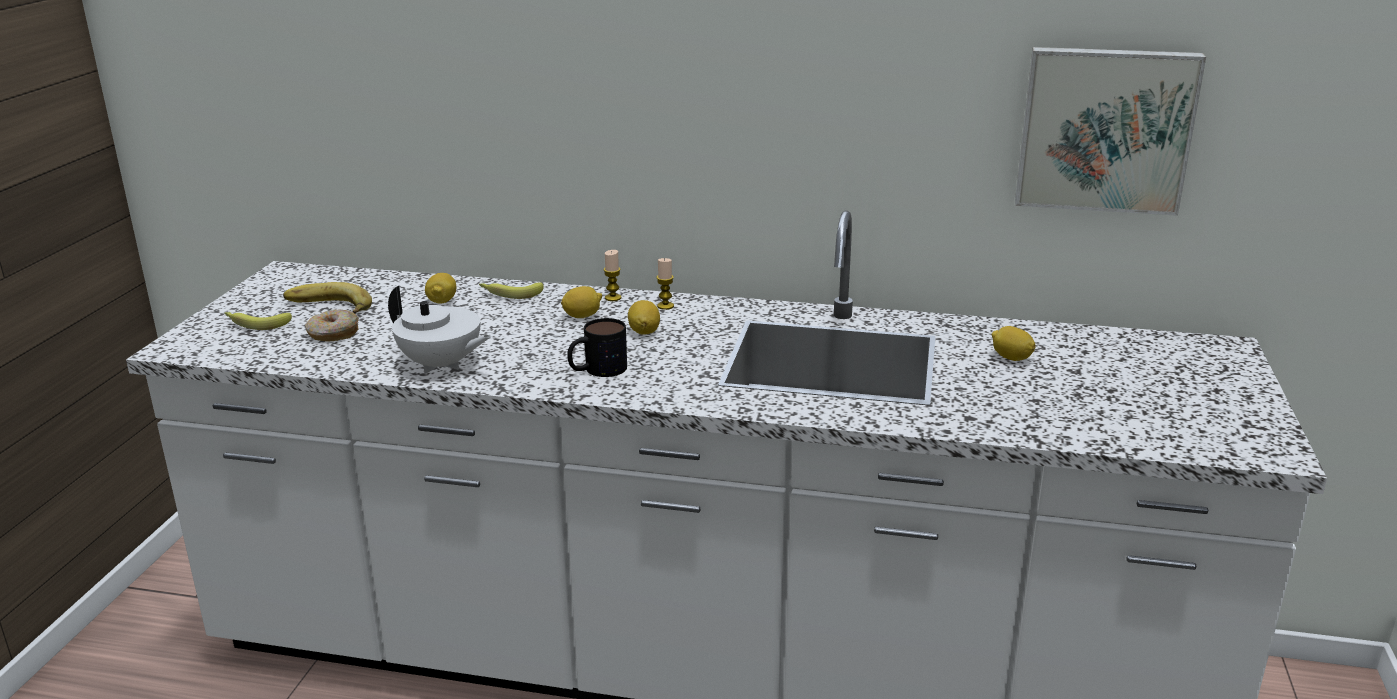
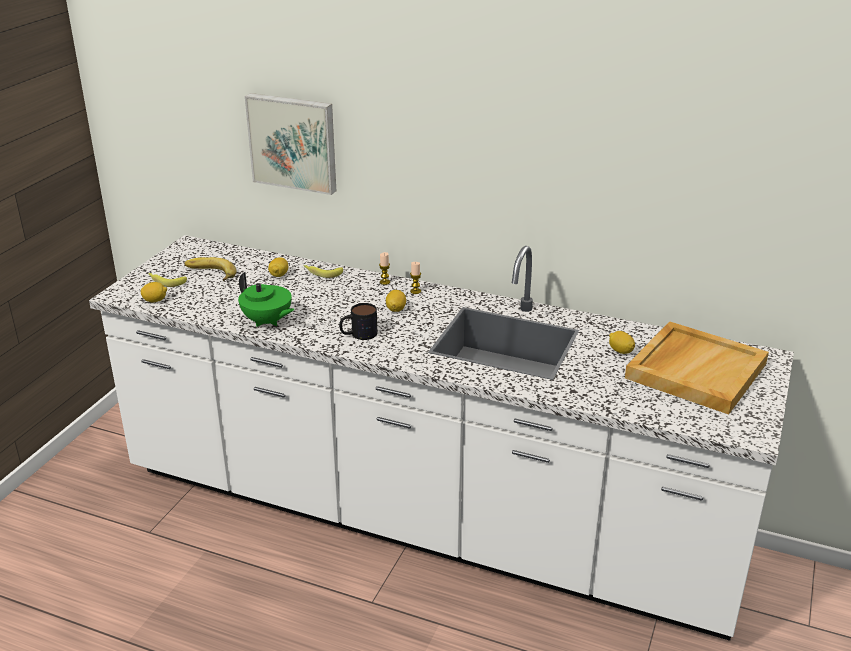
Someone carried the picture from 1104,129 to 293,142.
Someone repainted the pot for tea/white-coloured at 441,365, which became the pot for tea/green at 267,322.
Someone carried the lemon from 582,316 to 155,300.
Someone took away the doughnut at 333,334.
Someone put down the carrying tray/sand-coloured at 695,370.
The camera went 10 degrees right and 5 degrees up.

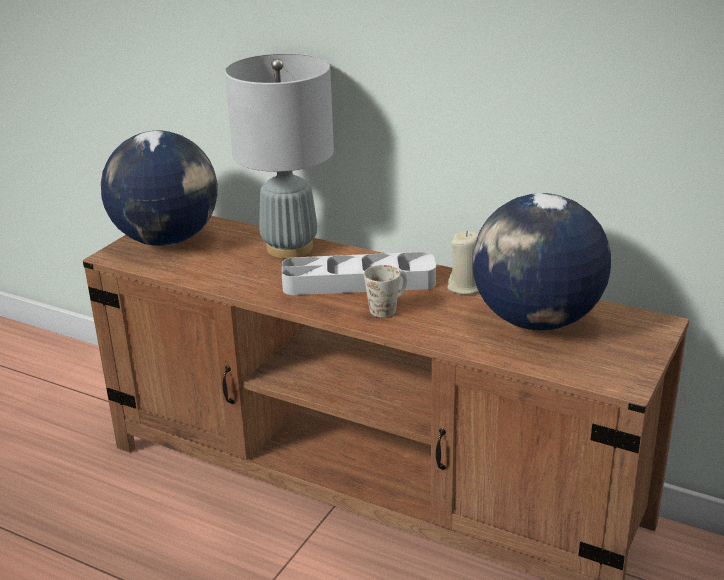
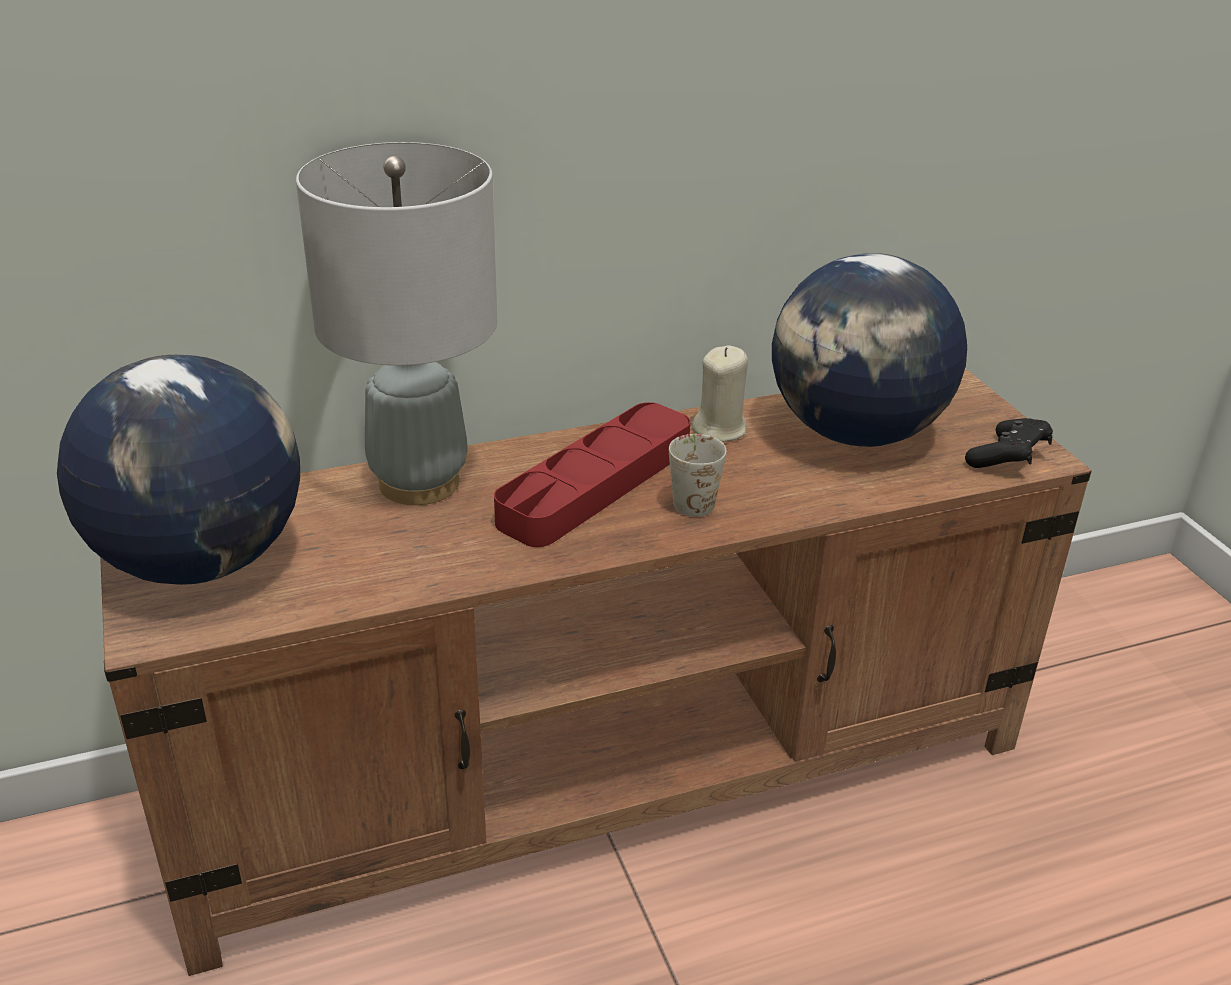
Someone repainted the carrying tray/grey at 359,282, which became the carrying tray/red-coloured at 596,483.
Someone put down the game controller/black at 1008,459.
The camera went 50 degrees left and 5 degrees up.

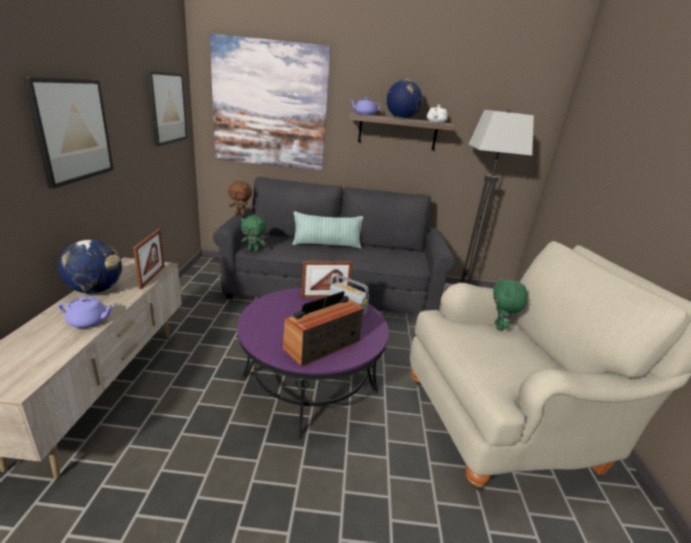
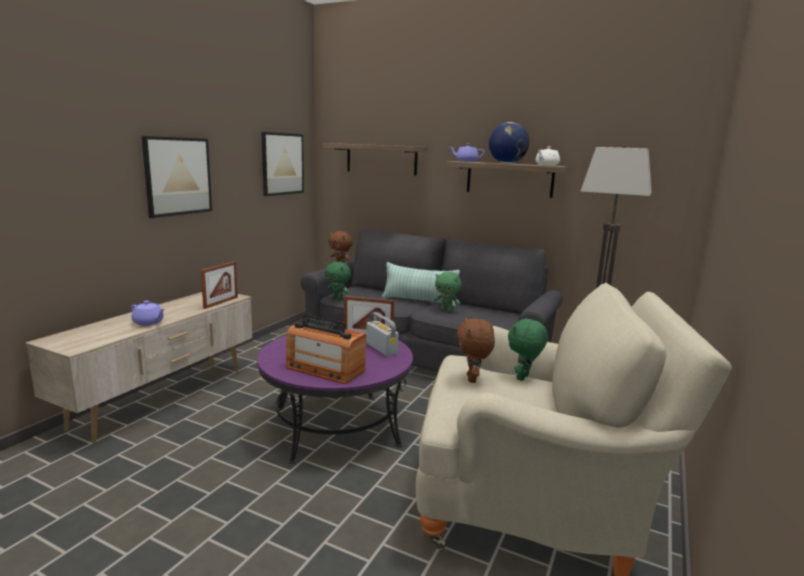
Someone swapped the picture at 270,106 for the bracket shelf at 381,159.
Someone took away the world globe at 96,290.
Someone rotated the radio receiver at 322,345 by 135 degrees counterclockwise.
Someone put down the soft toy/green at 446,310.
Someone put down the soft toy/brownish at 473,379.
The camera went 25 degrees right and 10 degrees down.

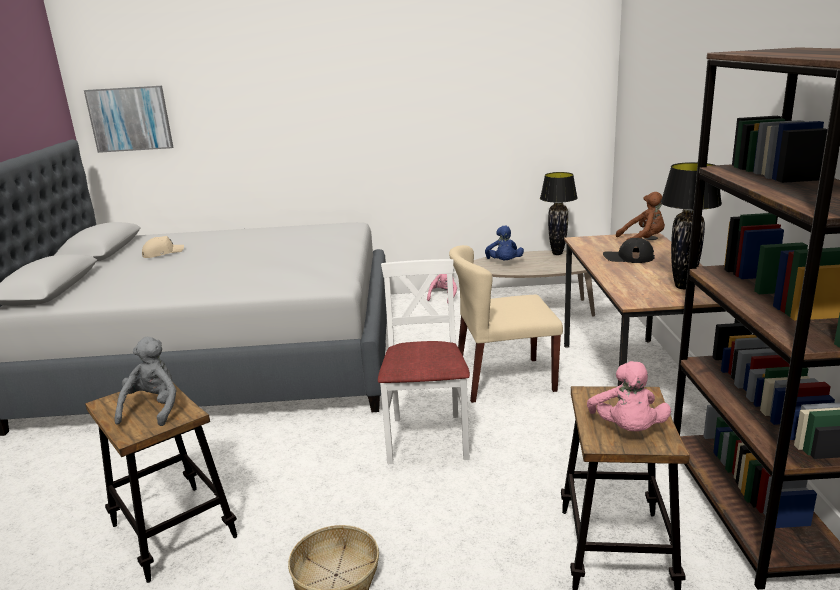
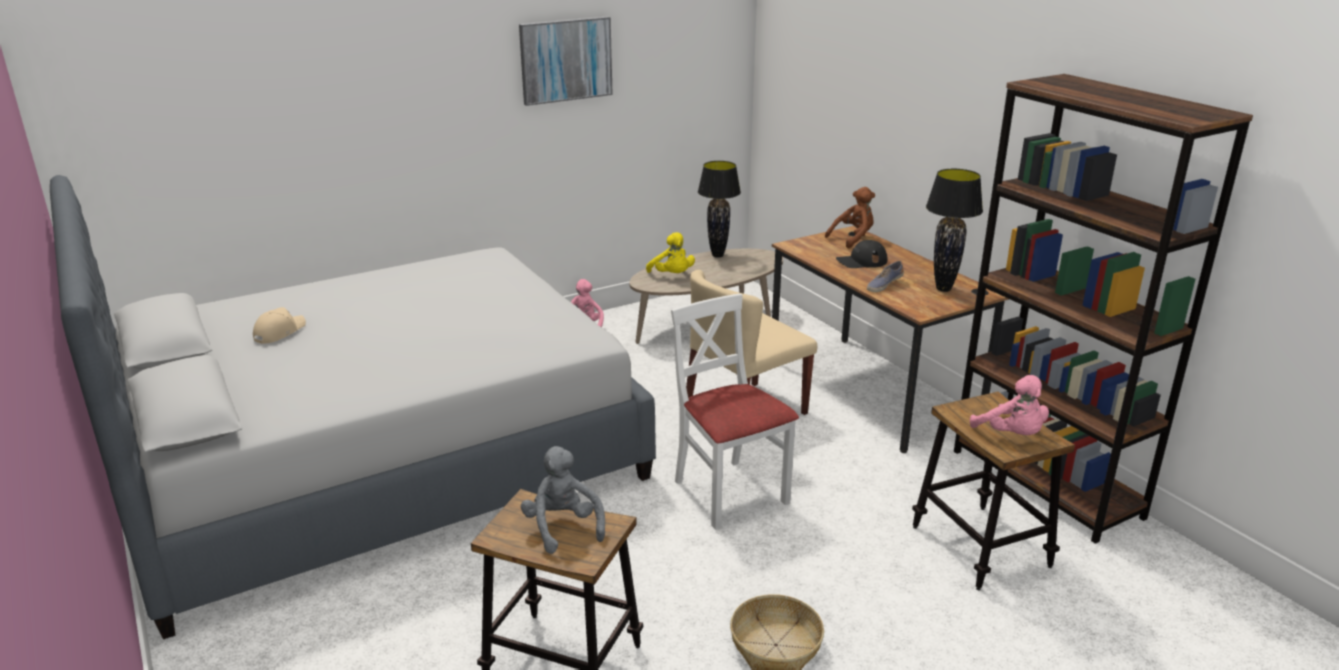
Someone carried the picture from 130,119 to 566,60.
Someone repainted the soft toy/bluish at 504,263, which became the soft toy/yellow-coloured at 672,275.
Someone put down the shoe at 884,285.
The camera went 30 degrees left and 5 degrees up.

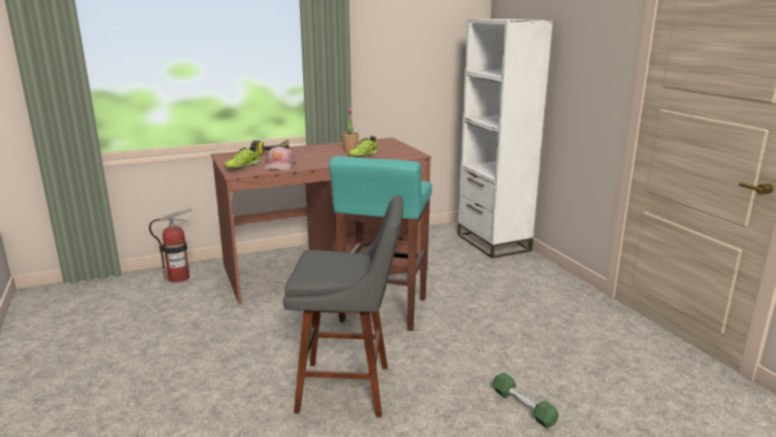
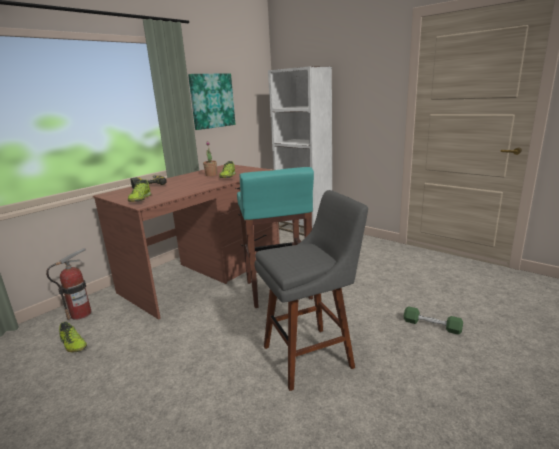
Someone took away the cap/pinkish at 279,166.
Someone put up the picture at 212,101.
Someone put down the shoe at 73,344.
The camera went 25 degrees left and 0 degrees up.

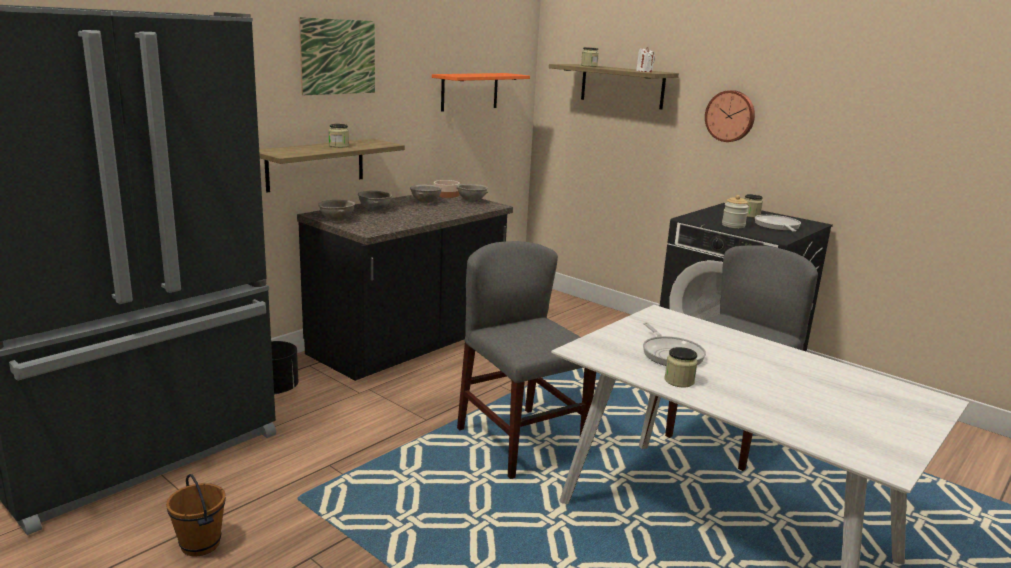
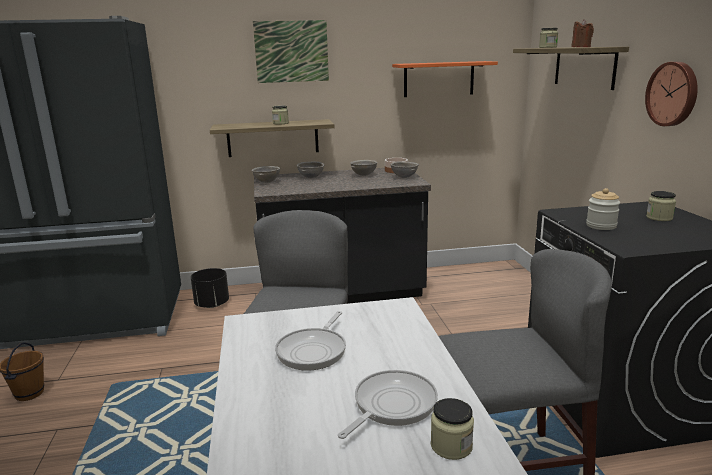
Someone repainted the wax candle/white-coloured at 644,71, which became the wax candle/brownish at 581,47.
Someone carried the pan from 777,227 to 391,405.
Someone carried the preserve jar from 679,381 to 451,446.
The camera went 40 degrees right and 0 degrees up.

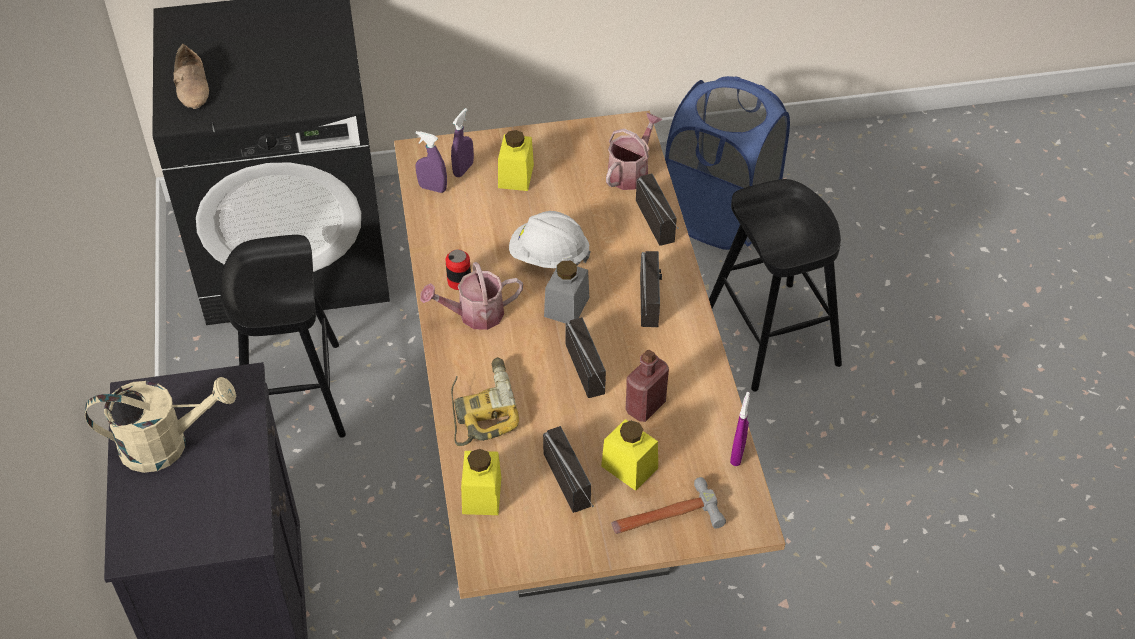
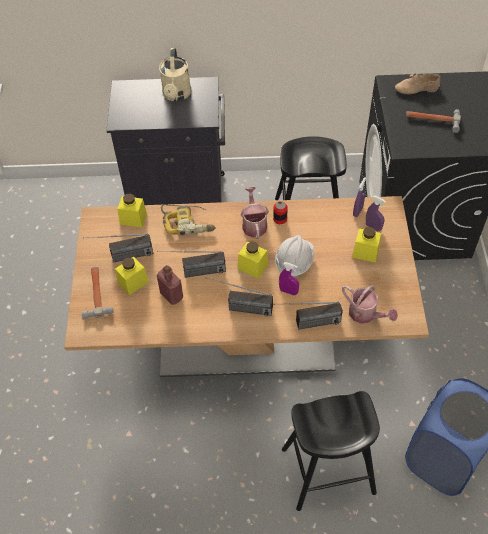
Someone repainted the preserve jar/grey at 566,307, which became the preserve jar/yellow-coloured at 252,267.
Someone carried the hand sprayer/purple from 737,454 to 288,291.
Someone put down the hand hammer at 432,120.
The camera went 100 degrees right and 5 degrees up.

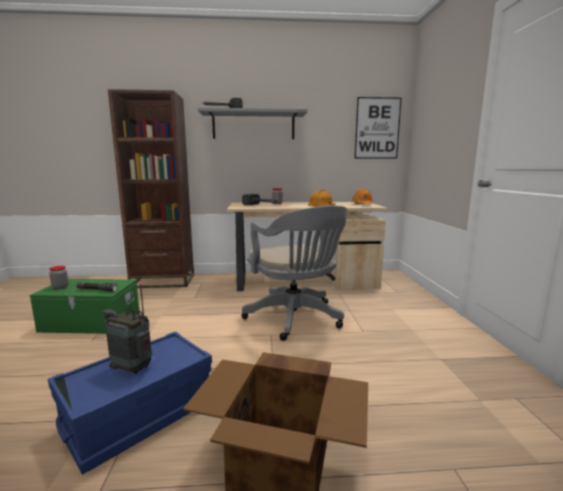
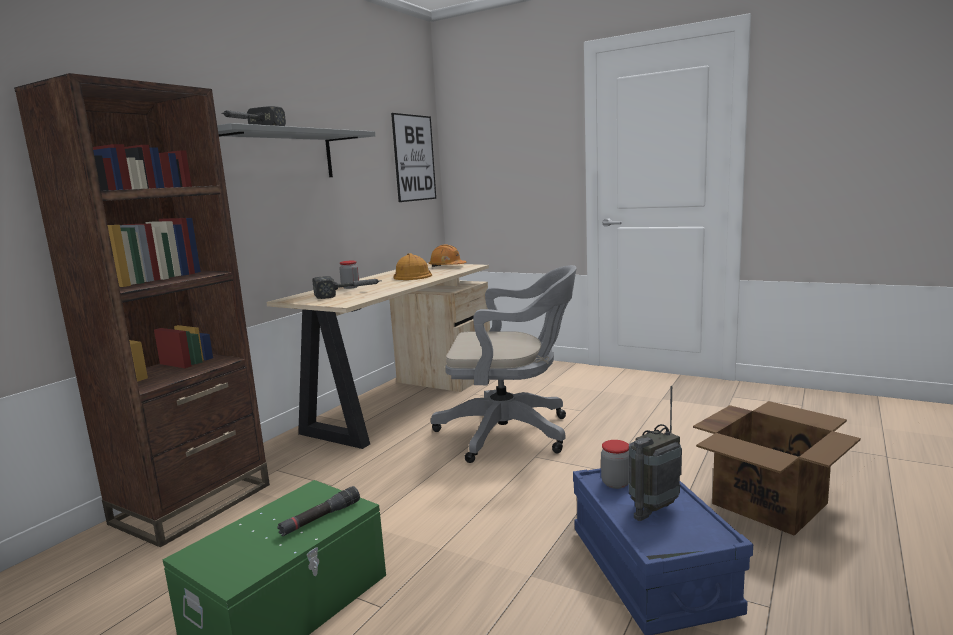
Someone carried the preserve jar from 60,287 to 616,483.
The camera went 55 degrees left and 0 degrees up.

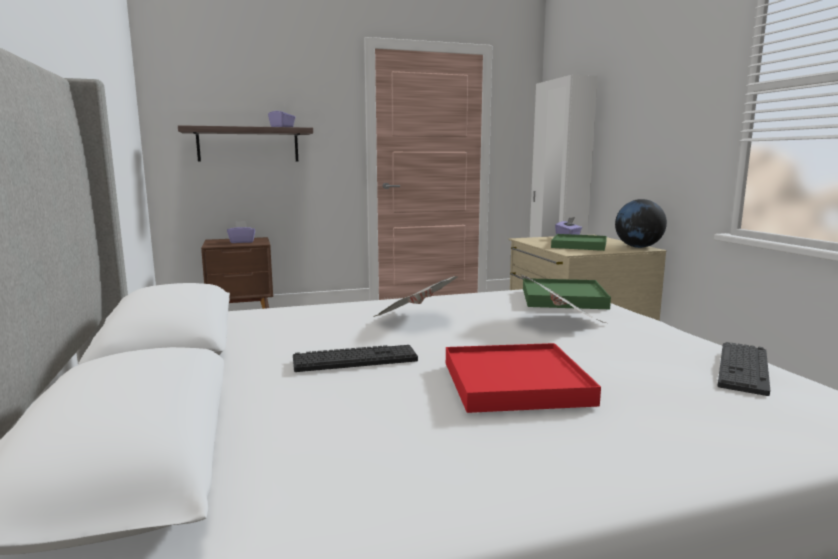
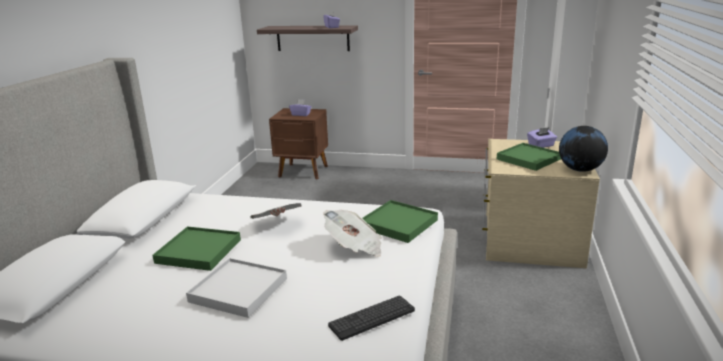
Someone repainted the carrying tray/red-coloured at 515,383, which became the carrying tray/white-coloured at 238,290.
Someone swapped the computer keyboard at 355,359 for the carrying tray/green at 198,251.
The camera went 30 degrees right and 10 degrees up.

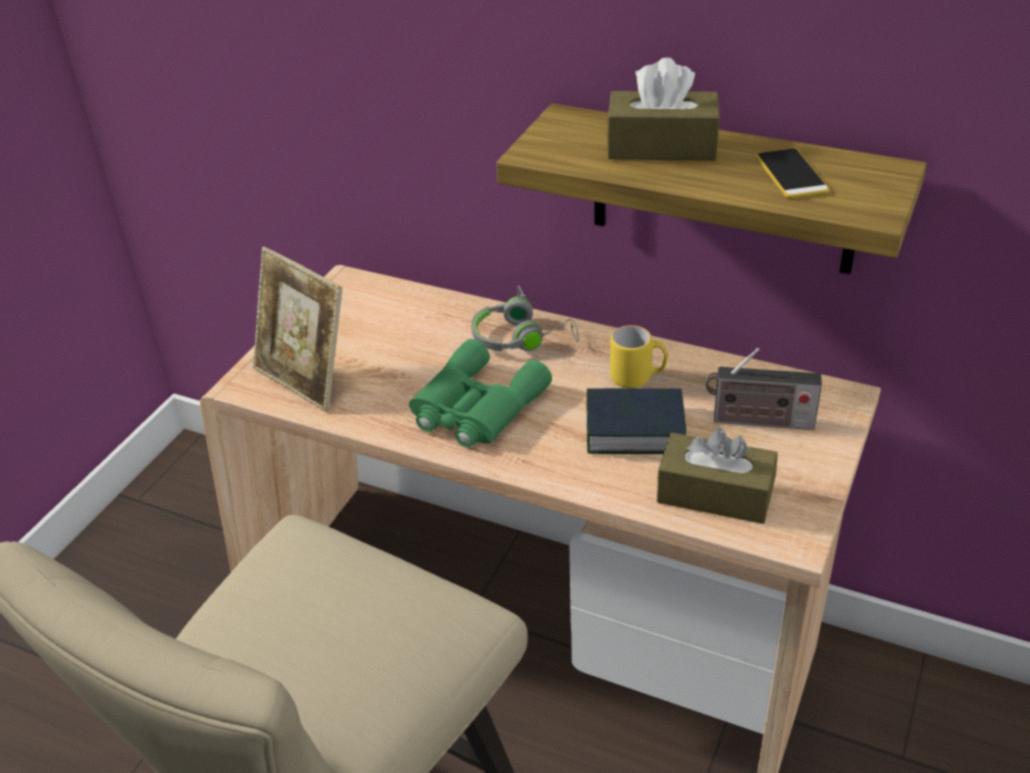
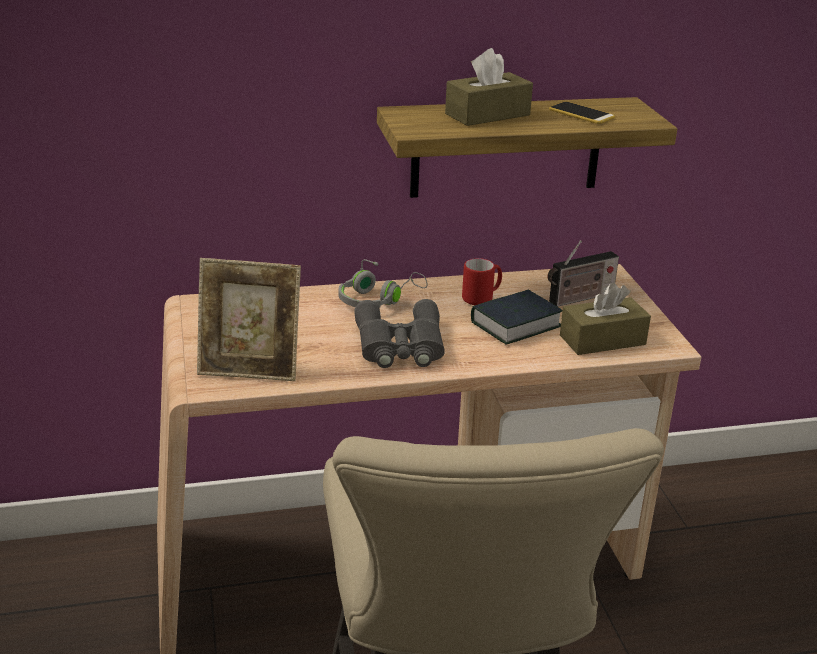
Someone repainted the coffee mug/yellow-coloured at 638,378, which became the coffee mug/red-coloured at 482,298.
Someone repainted the field glasses/green at 475,408, which became the field glasses/grey at 399,345.
The camera went 40 degrees left and 10 degrees down.

